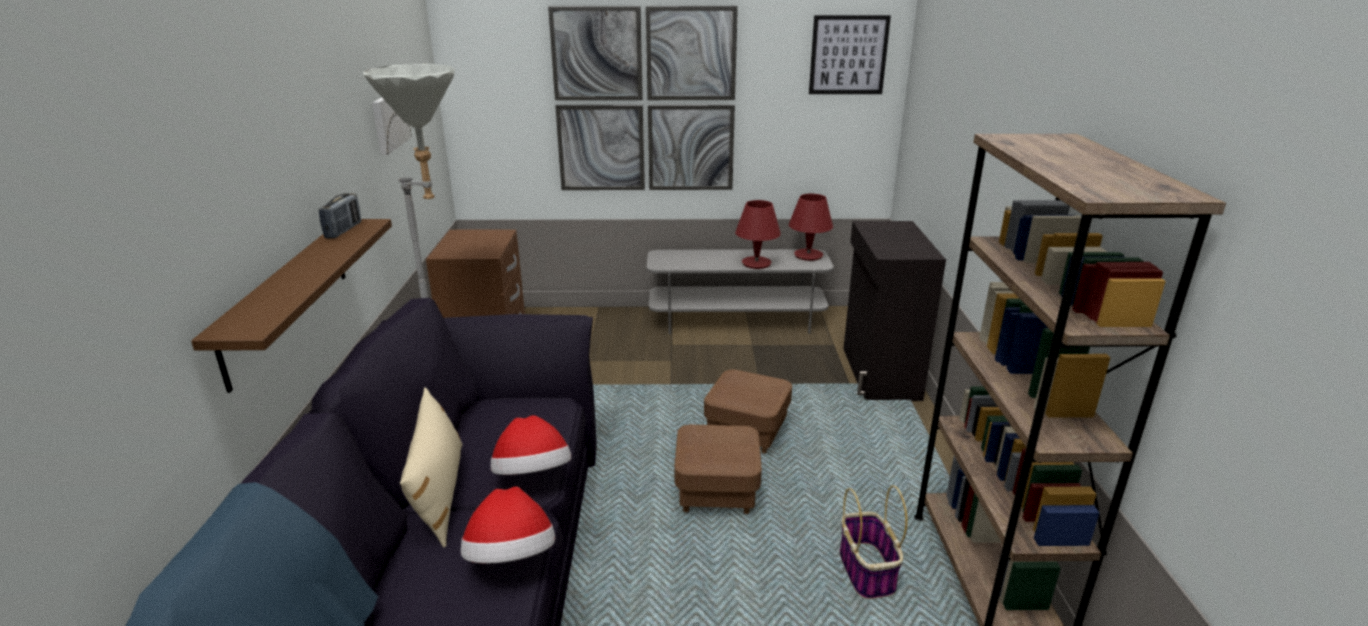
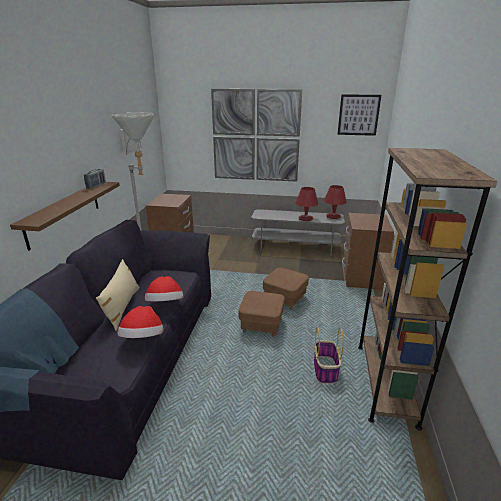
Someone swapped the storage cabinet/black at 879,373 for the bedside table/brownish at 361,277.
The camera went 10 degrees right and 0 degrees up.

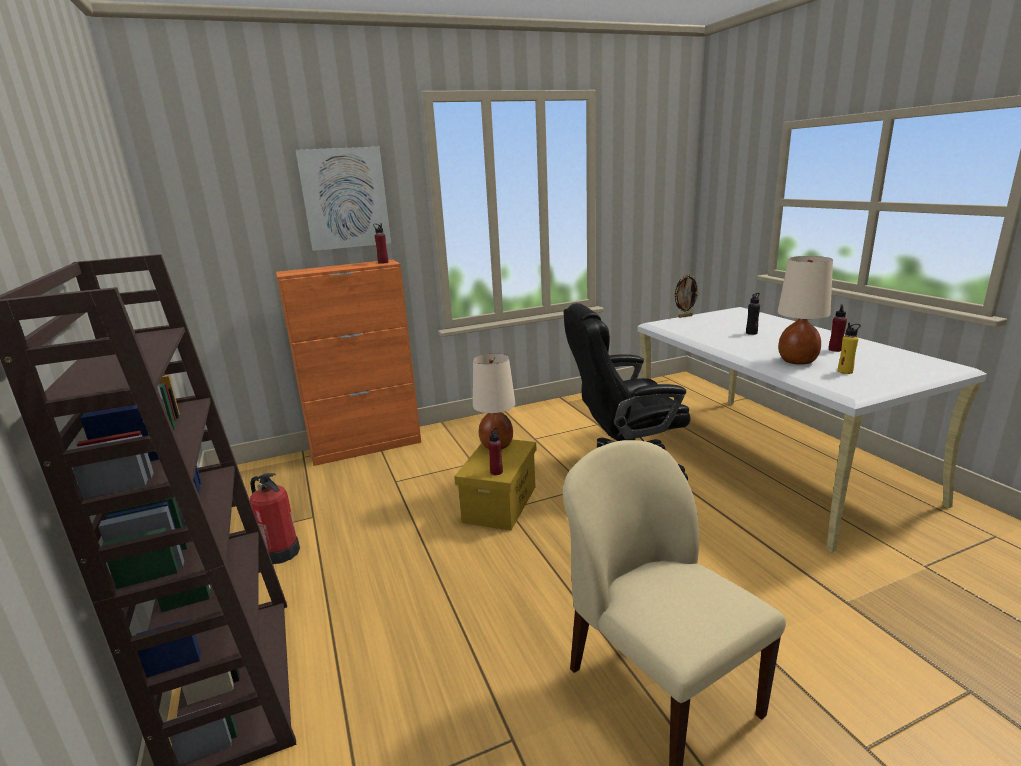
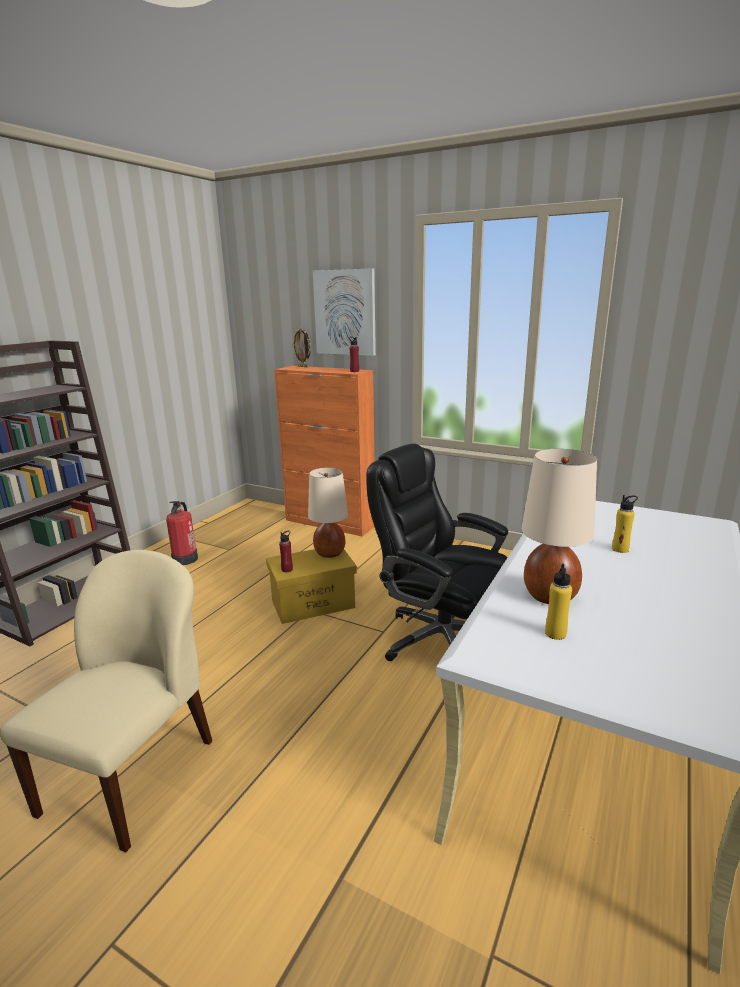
Someone carried the standing frame from 685,316 to 303,366.
Someone repainted the bottle/black at 751,333, which became the bottle/yellow-coloured at 620,549.
Someone took away the bottle/red-coloured at 835,349.
The camera went 50 degrees right and 0 degrees up.

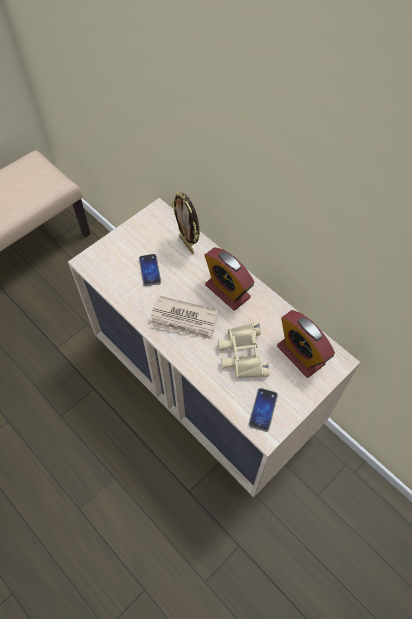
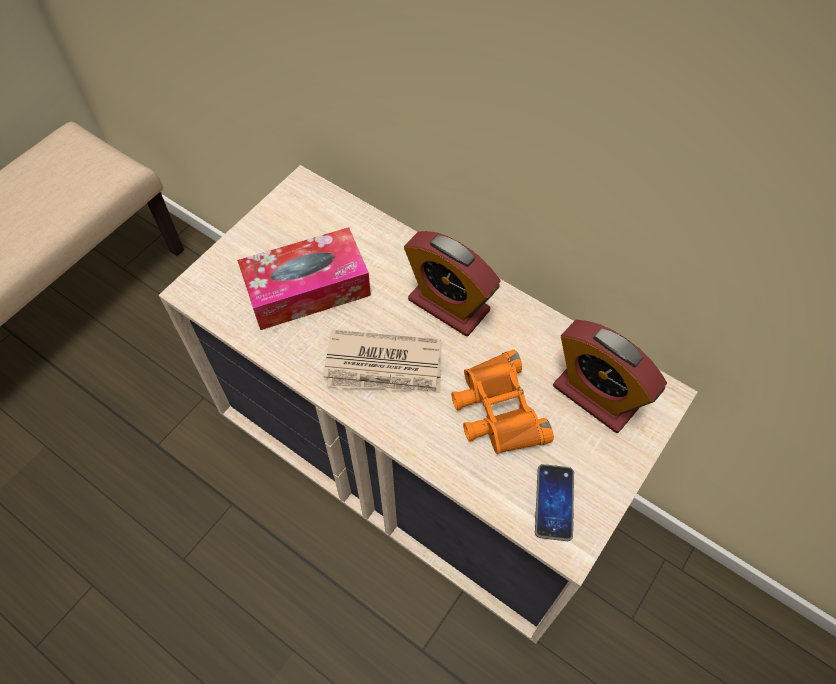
Someone took away the standing frame at 187,244.
Someone swapped the telephone at 150,270 for the box of tissues at 307,289.
Someone repainted the field glasses/sand-coloured at 242,354, which became the field glasses/orangey at 497,410.
The camera went 10 degrees left and 0 degrees up.

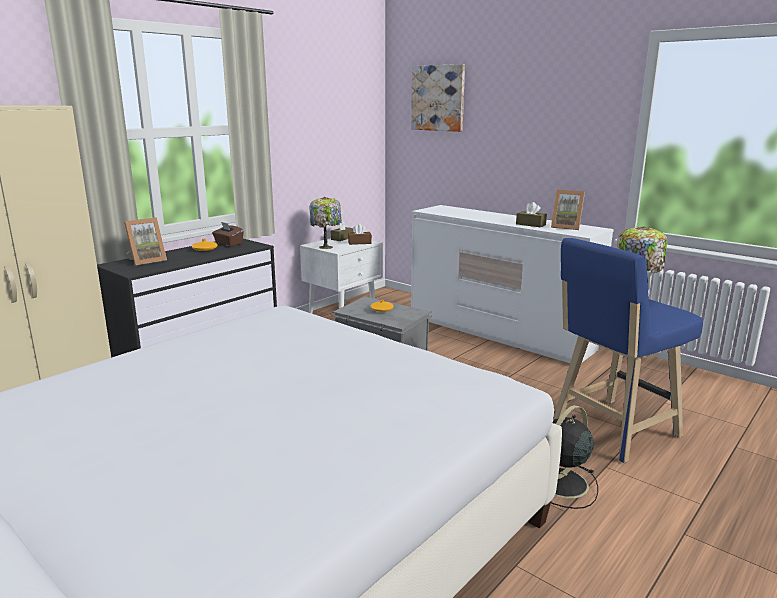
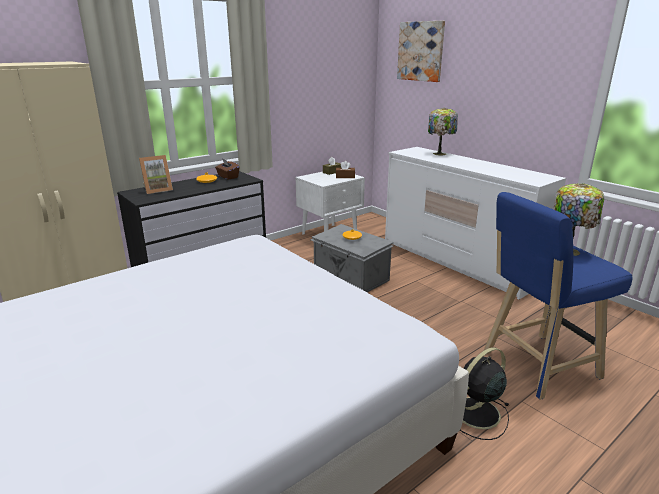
Someone took away the standing frame at 566,227.
Someone carried the table lamp from 326,247 to 440,153.
Someone took away the box of tissues/brownish at 530,224.
The camera went 10 degrees right and 5 degrees up.

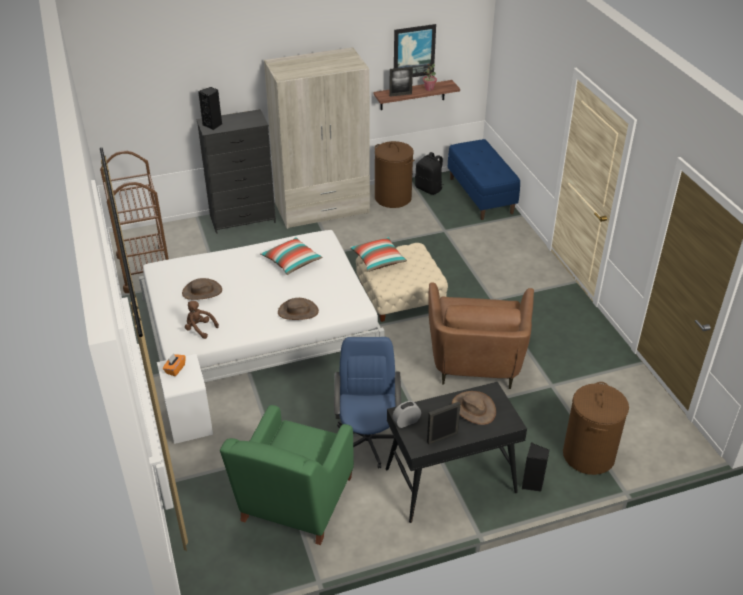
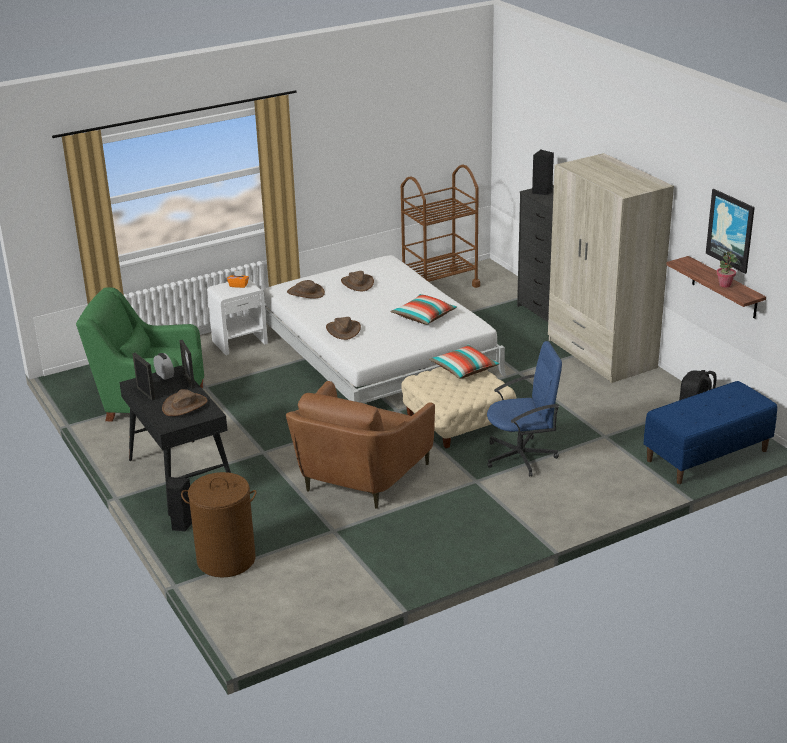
Someone carried the standing frame from 400,94 to 189,381.
Someone took away the washing basket/brownish at 393,198.
Someone rotated the lounge chair/brownish at 476,362 by 60 degrees counterclockwise.
Someone swapped the soft toy/brownish at 199,329 for the hat/brownish at 306,293.
Someone carried the office chair/bluish from 368,440 to 521,456.
The camera went 80 degrees right and 10 degrees down.

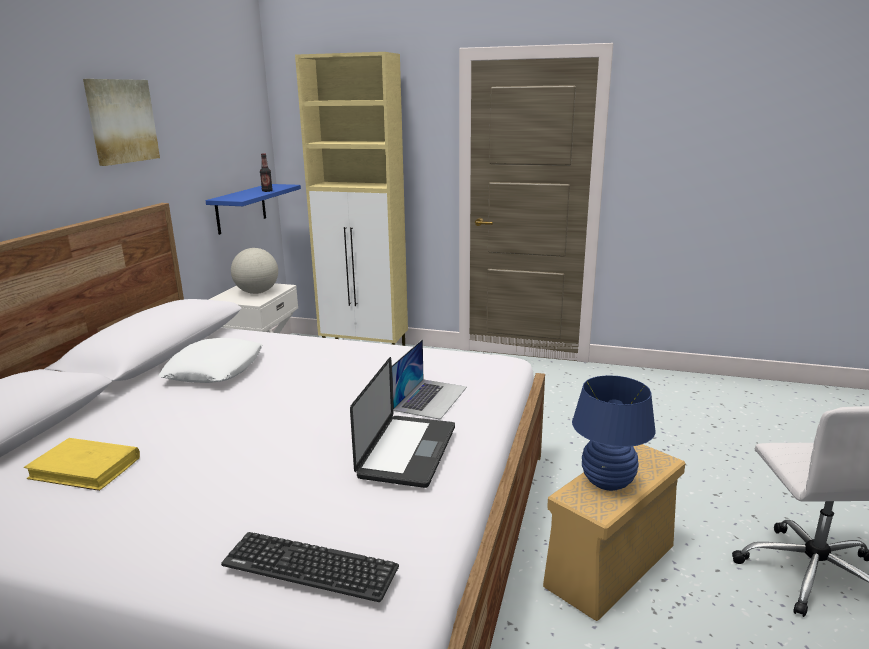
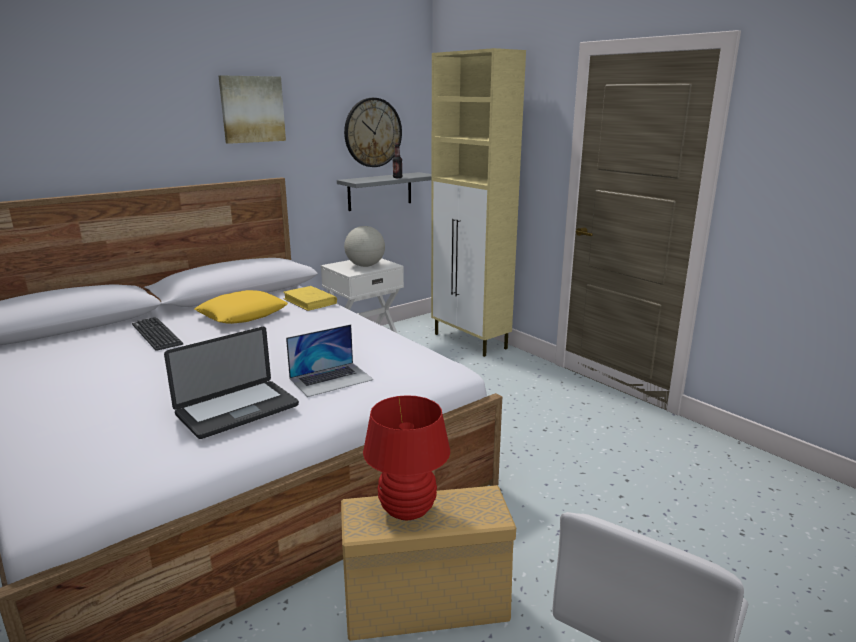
Someone repainted the bracket shelf/bluish at 241,208, which became the bracket shelf/grey at 380,191.
Someone repainted the pillow/white-coloured at 214,369, which became the pillow/yellow-coloured at 243,314.
Someone repainted the table lamp/bluish at 607,482, which became the table lamp/red-coloured at 407,510.
Someone carried the book/yellow-coloured from 85,468 to 310,301.
Someone carried the computer keyboard from 310,566 to 156,334.
Someone put up the wall clock at 373,132.
The camera went 35 degrees right and 0 degrees up.

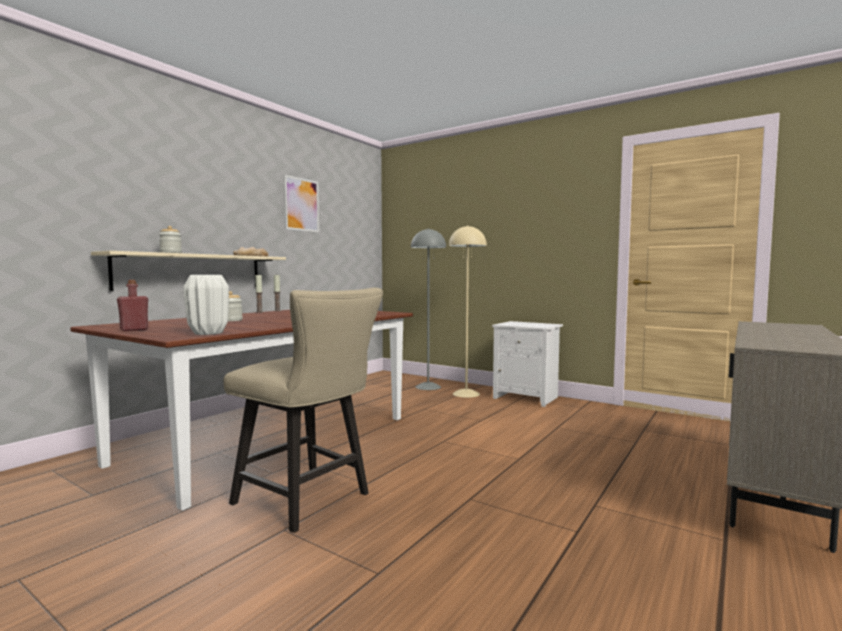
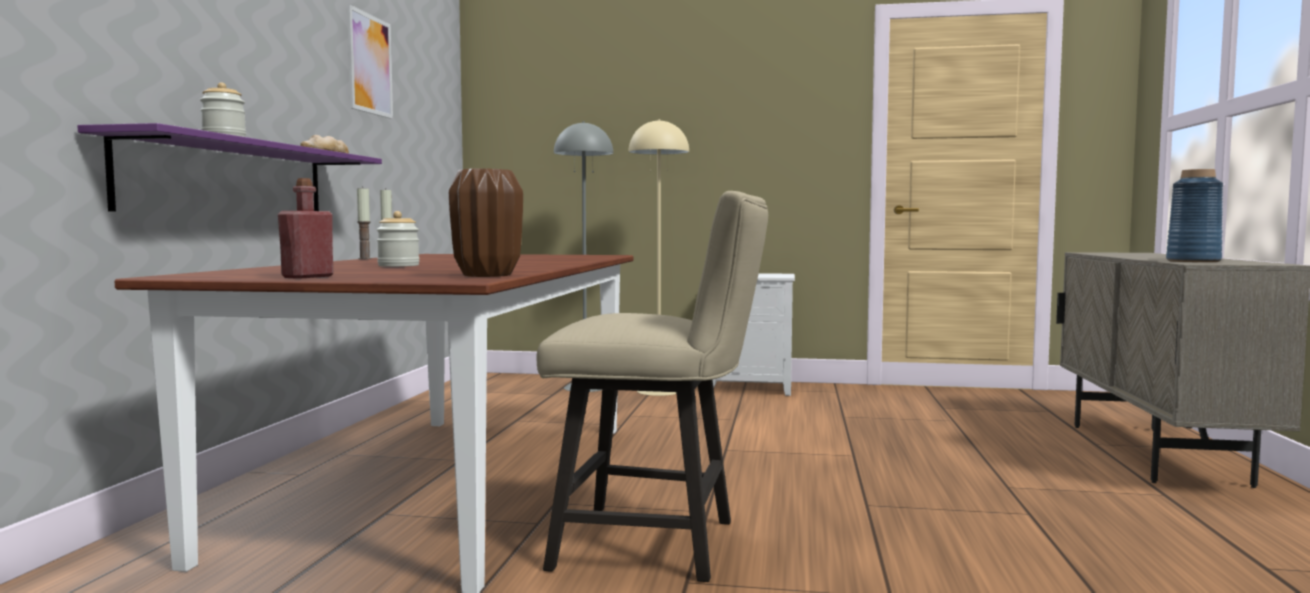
Someone repainted the bracket shelf/sand-coloured at 192,272, which became the bracket shelf/purple at 229,179.
Someone repainted the flower vase/white-coloured at 208,333, which became the flower vase/brownish at 486,275.
Someone put down the flower vase/bluish at 1193,261.
The camera went 25 degrees left and 0 degrees up.

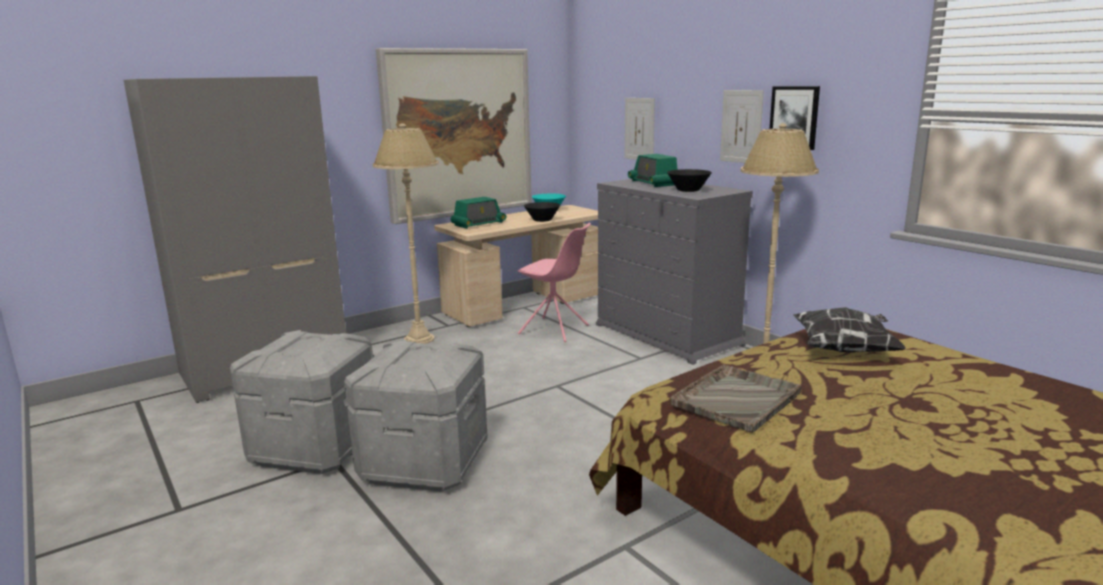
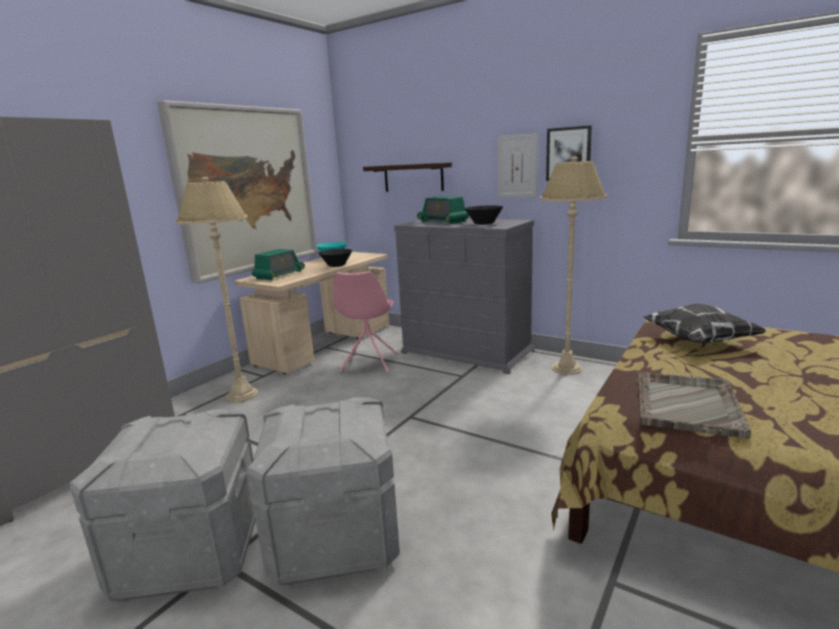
Someone swapped the picture at 639,129 for the bracket shelf at 413,177.
Someone rotated the chair/pinkish at 555,330 by 90 degrees clockwise.
The camera went 20 degrees left and 0 degrees up.

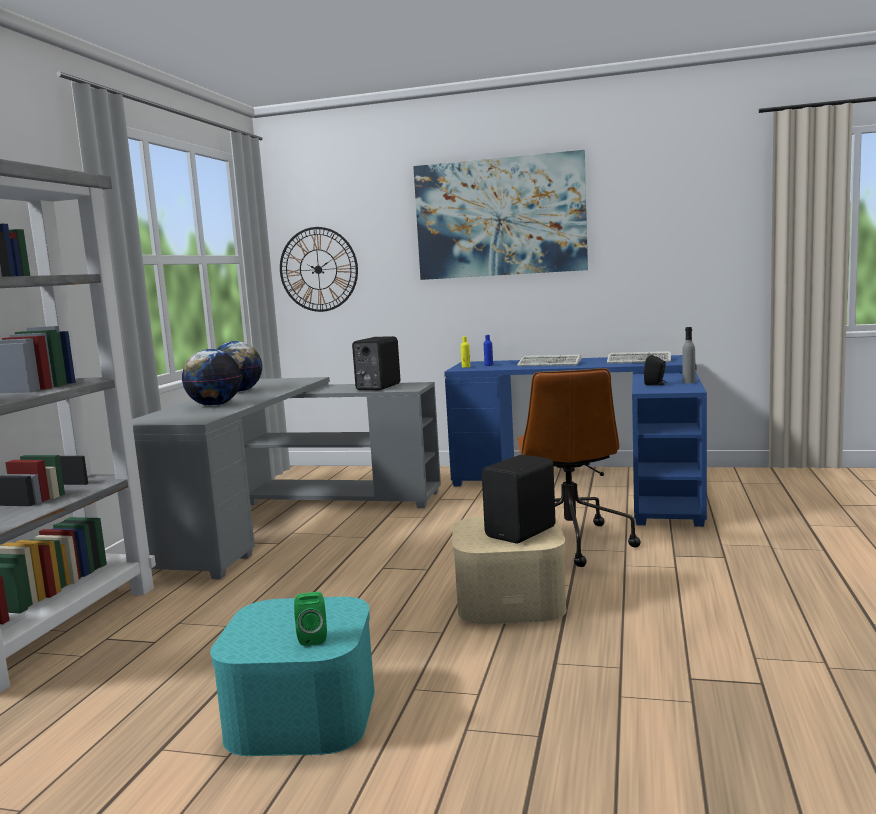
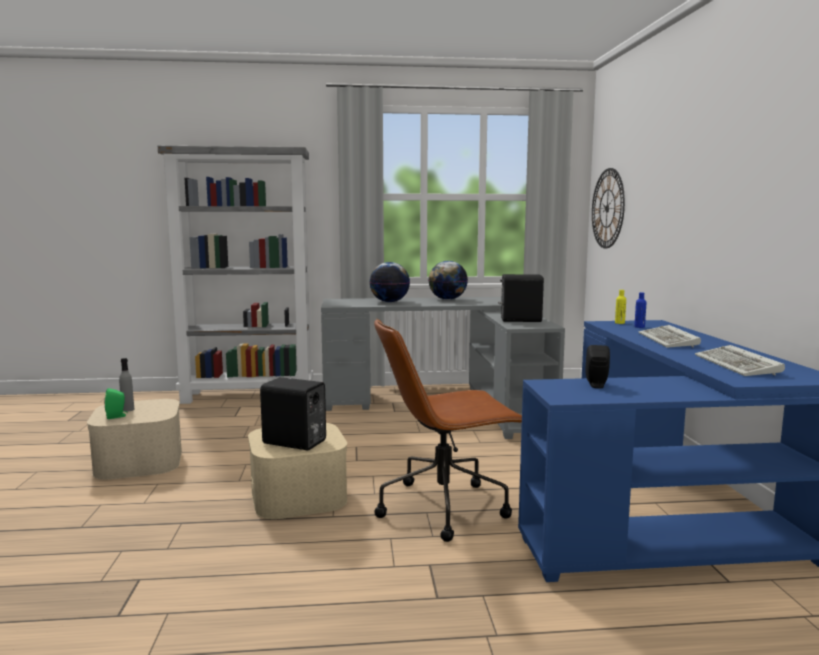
Someone took away the picture at 500,217.
Someone carried the bottle/grey from 689,382 to 128,409.
Someone repainted the storage container/turquoise at 301,713, which became the storage container/sand-coloured at 139,461.
The camera went 70 degrees right and 0 degrees up.

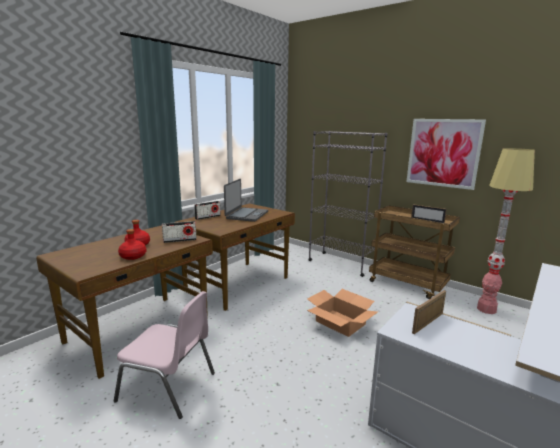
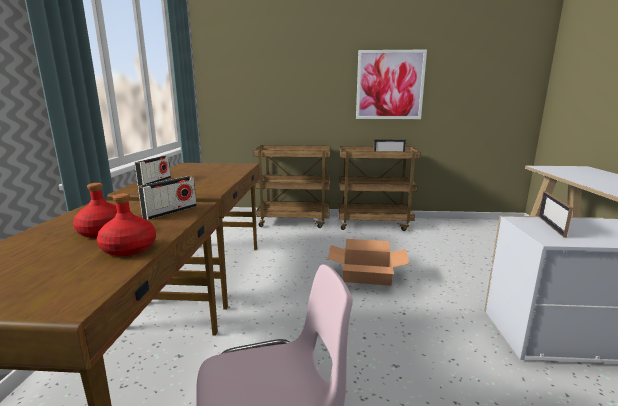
Someone swapped the bookcase/grey at 341,264 for the cart/brownish at 295,221.
Someone took away the standing lamp at 486,309.
Someone took away the portable computer at 246,215.
The camera went 35 degrees left and 0 degrees up.

